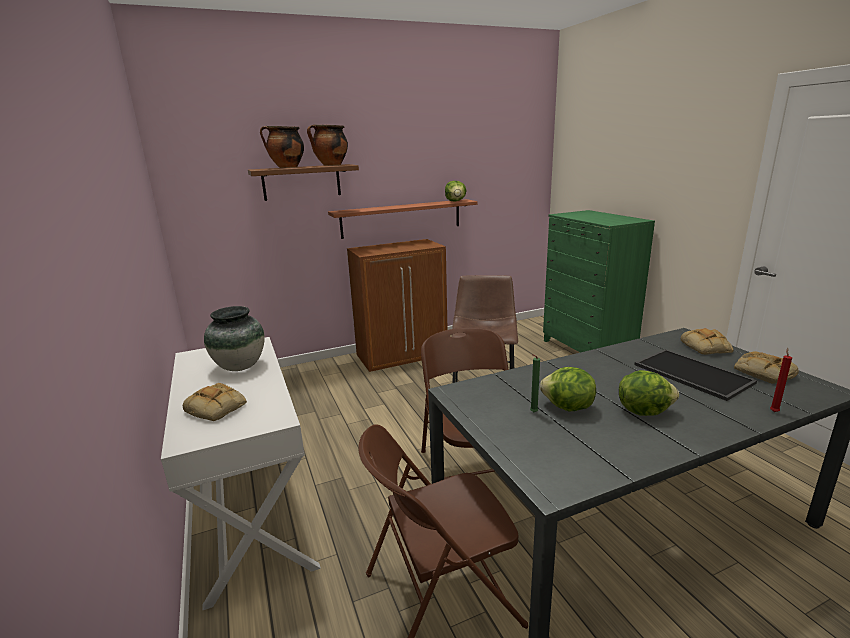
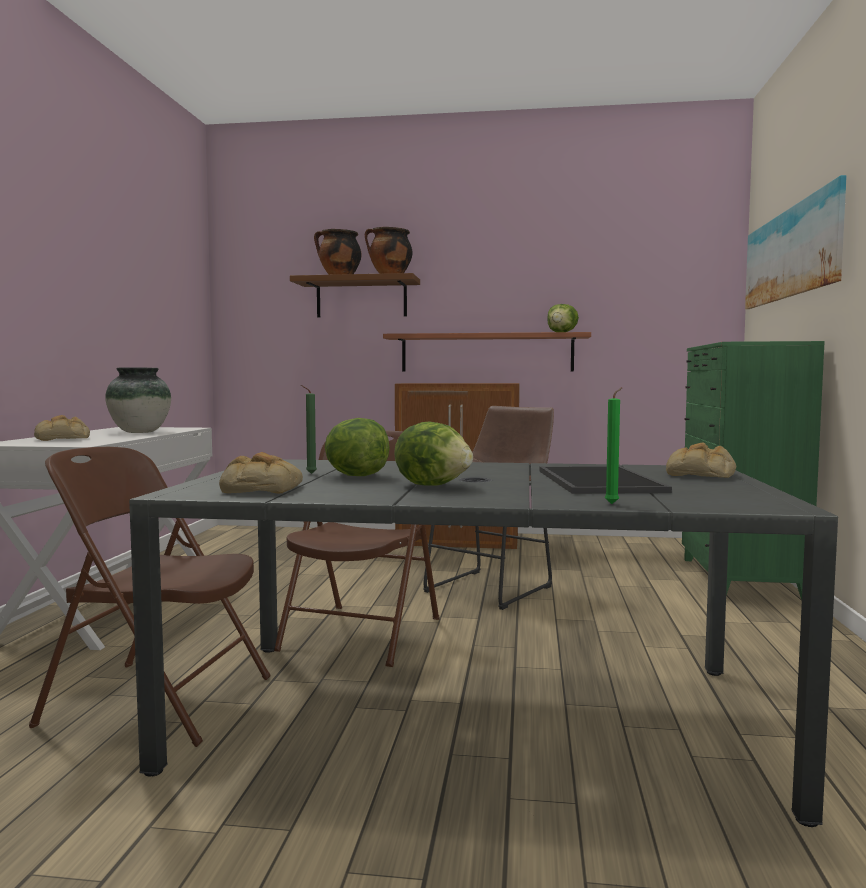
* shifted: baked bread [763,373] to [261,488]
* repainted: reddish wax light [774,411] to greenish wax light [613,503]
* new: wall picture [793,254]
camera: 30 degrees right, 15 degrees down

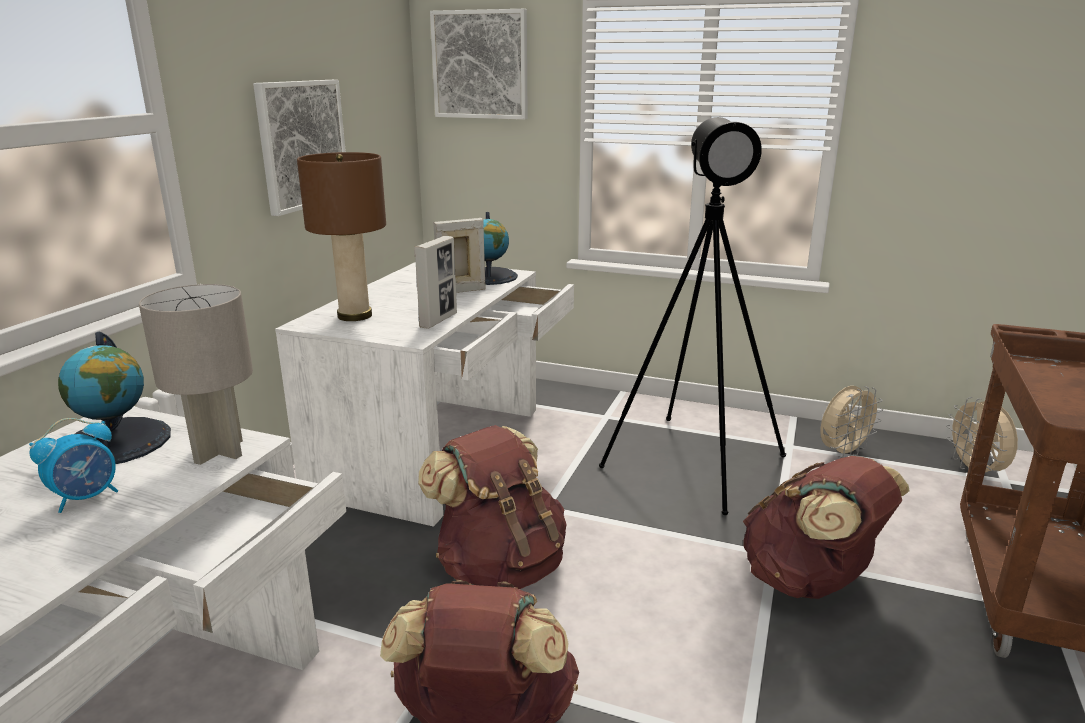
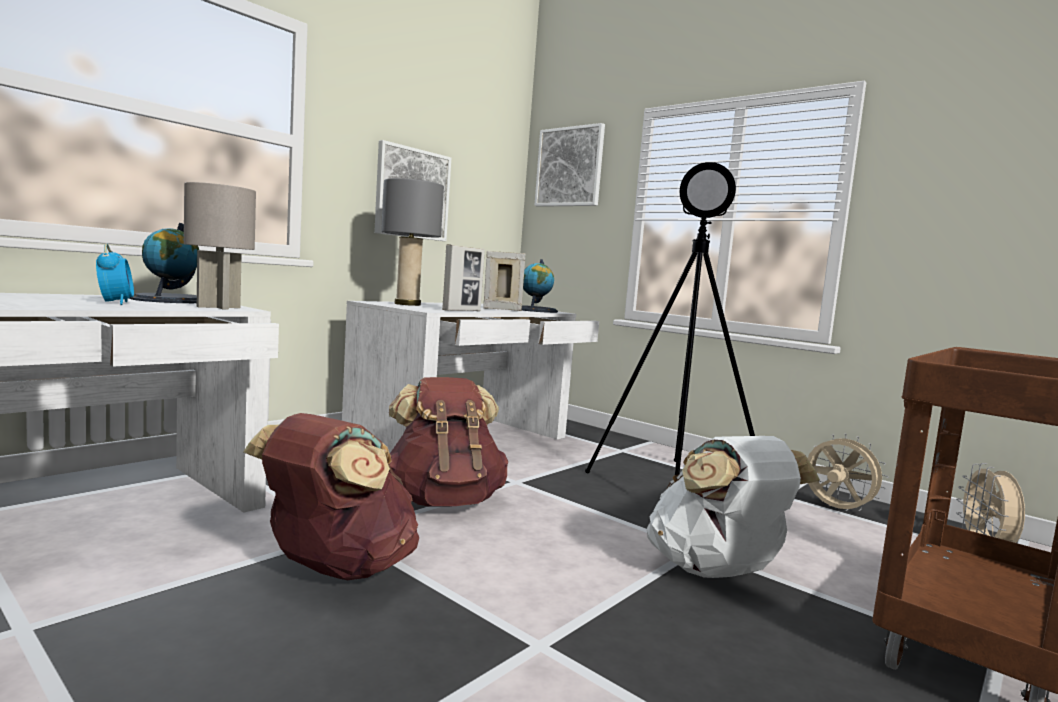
* rotated: bedside clock [87,497] = [115,303] 90 degrees counterclockwise
* repainted: brown-coloured table lamp [354,316] to greyish table lamp [407,304]
* repainted: brown-coloured backpack [809,582] to white backpack [716,571]
* rotated: sand-coloured electric fan [843,452] = [836,510] 120 degrees counterclockwise
camera: 20 degrees right, 15 degrees down

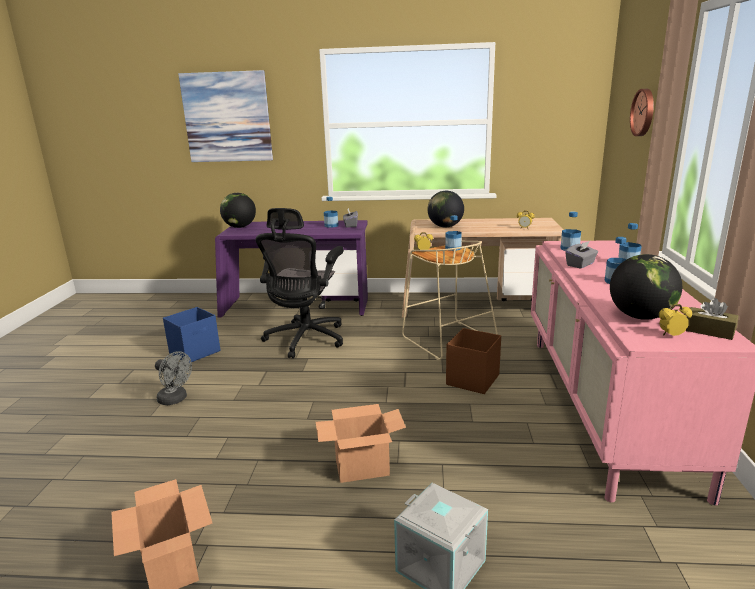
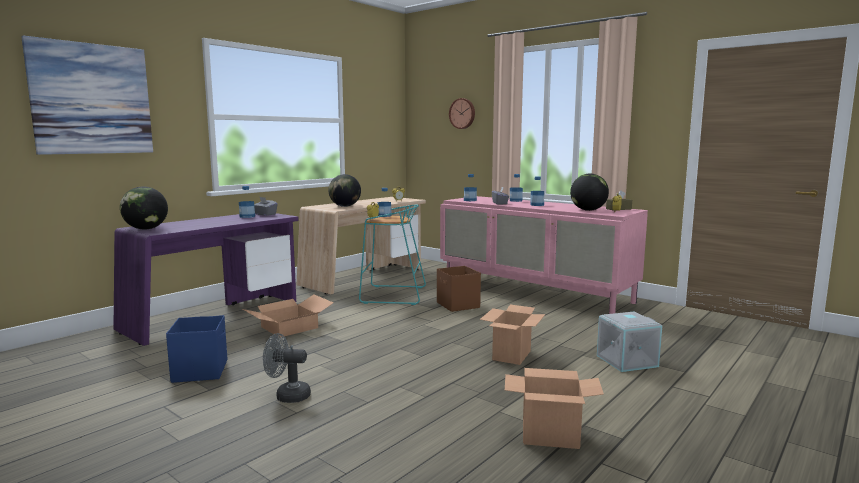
* swapped: computer chair [306,339] to carton [289,327]
* rotated: greyish electric fan [176,399] = [287,396] 150 degrees counterclockwise
* repainted: sand-coloured sitting stool [447,339] to turquoise-coloured sitting stool [392,295]
camera: 55 degrees left, 10 degrees down

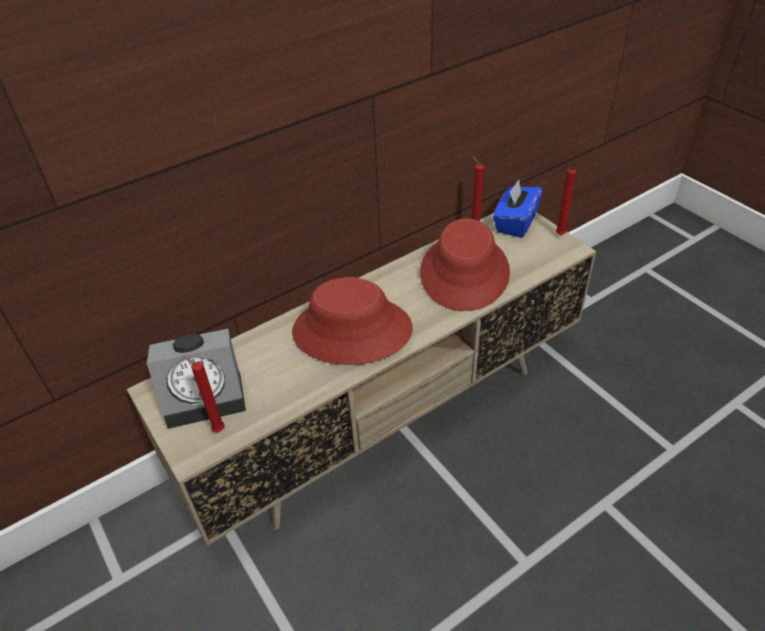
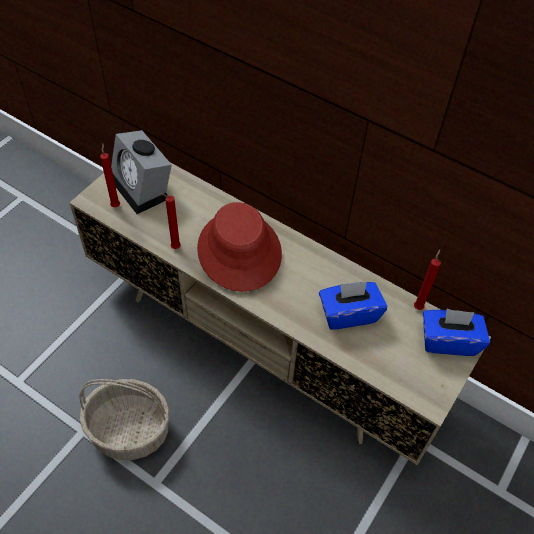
* new: storage basket [131,430]
* shifted: reddish wax light [559,236] to [174,247]
* swapped: reddish clothing hat [465,272] to blue tissue box [348,314]
camera: 65 degrees right, 10 degrees up

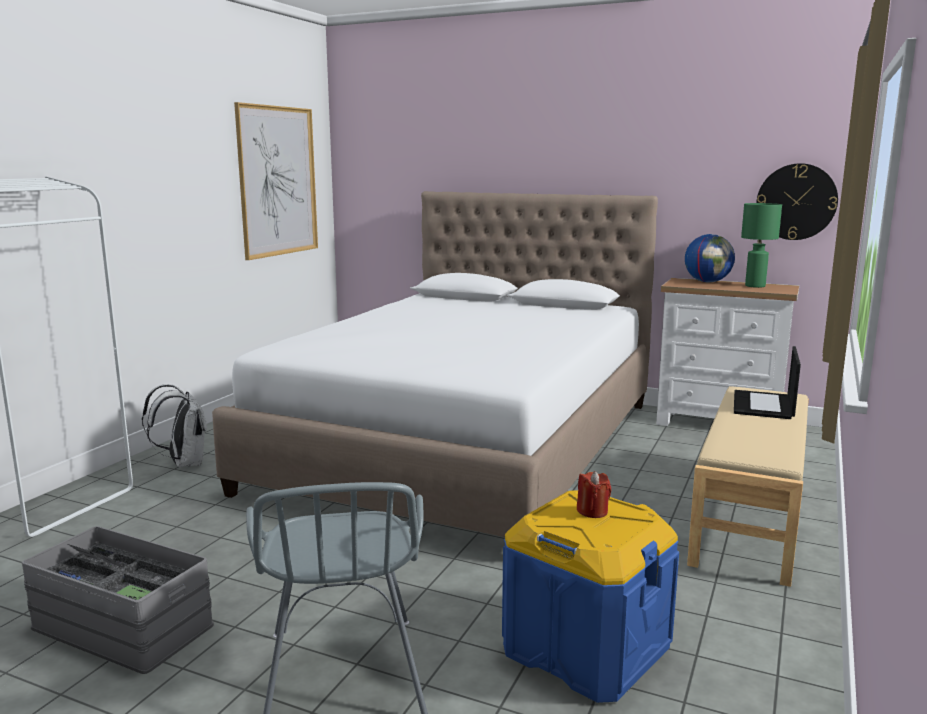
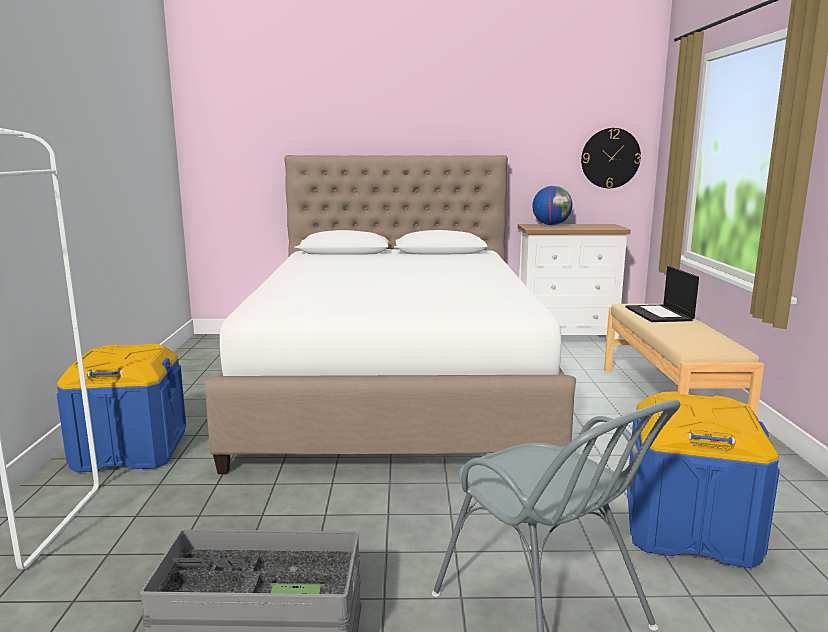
* swapped: white backpack [183,463] to blue storage bin [130,450]
* gone: wall picture [278,181]
* gone: reddish wax light [592,511]
* gone: greenish table lamp [755,286]
camera: 25 degrees left, 0 degrees up

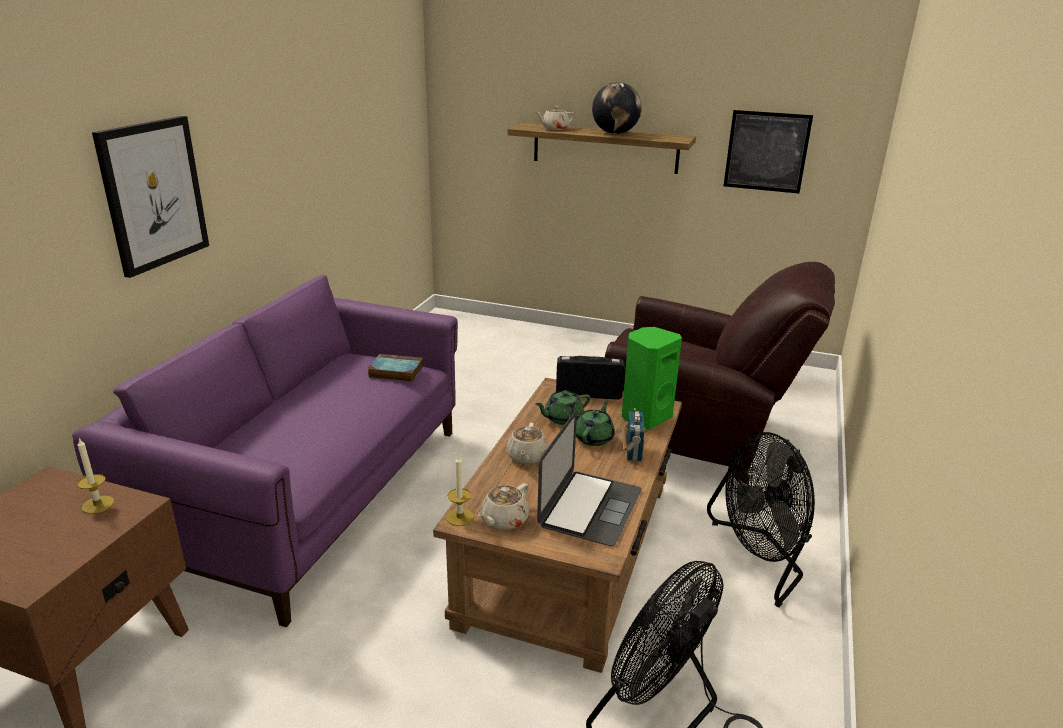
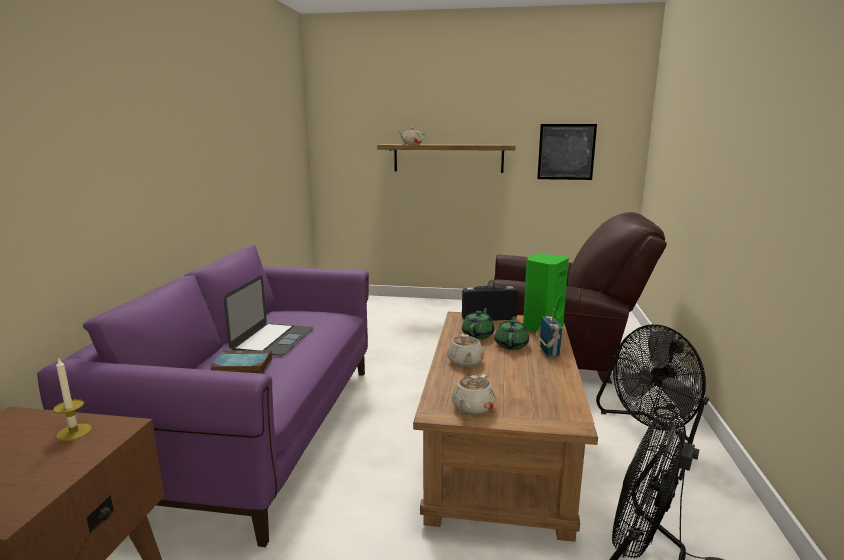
* shifted: bound book [394,372] to [240,368]
* shifted: notebook computer [590,507] to [273,339]
* rotated: greenish teapot [562,418] = [478,335] 150 degrees clockwise
* gone: wall picture [153,194]
* gone: wax light [460,517]
* gone: globe [615,133]
camera: 10 degrees left, 10 degrees down

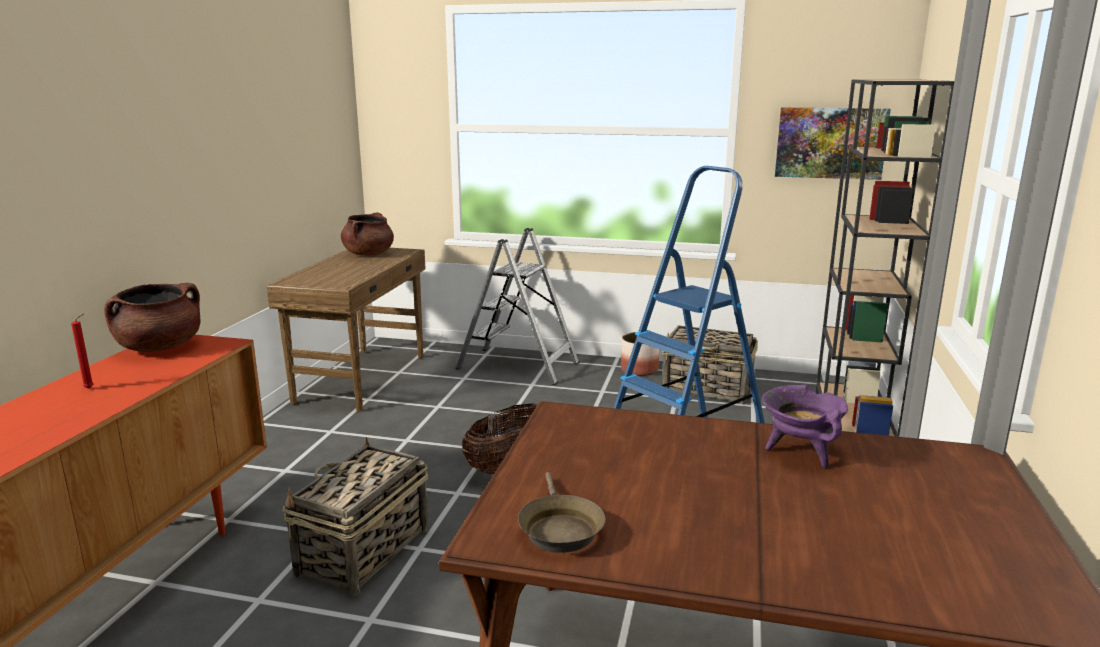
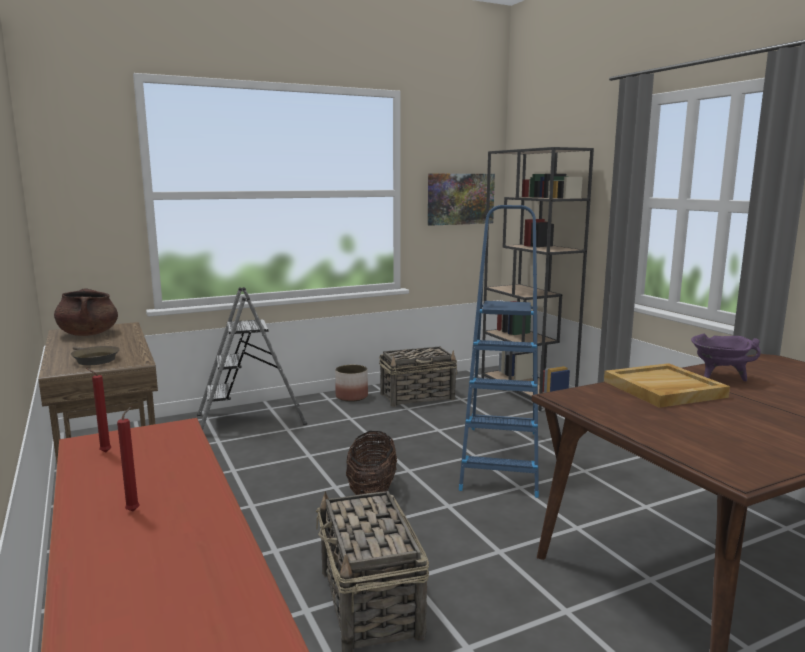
* shifted: brown-coloured frying pan [559,528] to [94,360]
* swapped: brown-coloured cooking pot [160,347] to reddish wax light [103,452]
* new: sand-coloured tray [663,389]
camera: 40 degrees left, 5 degrees down

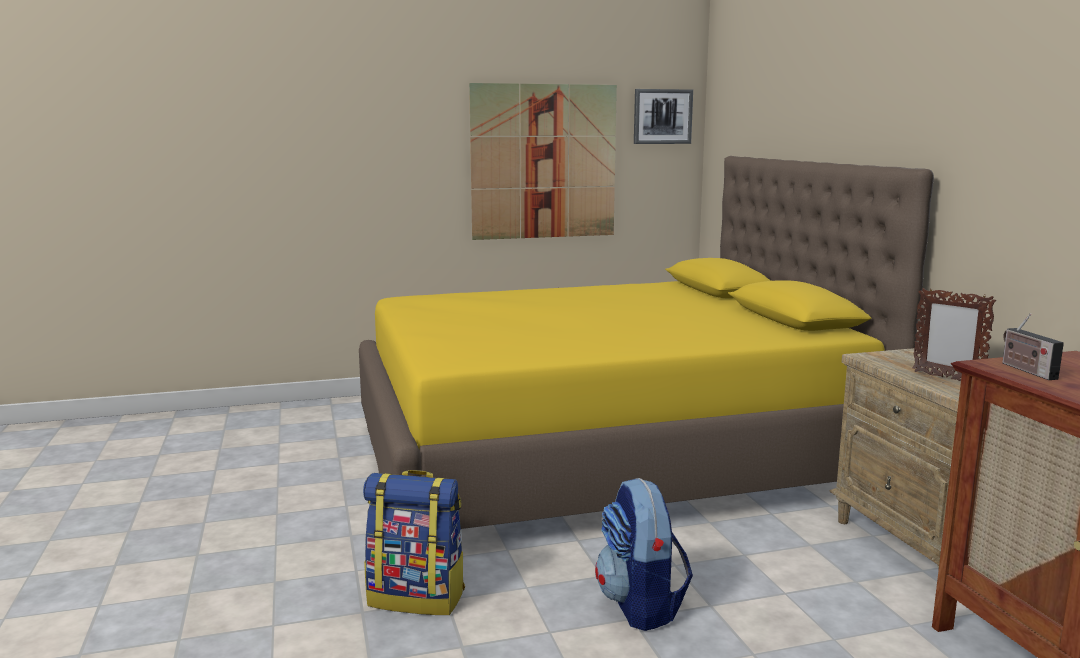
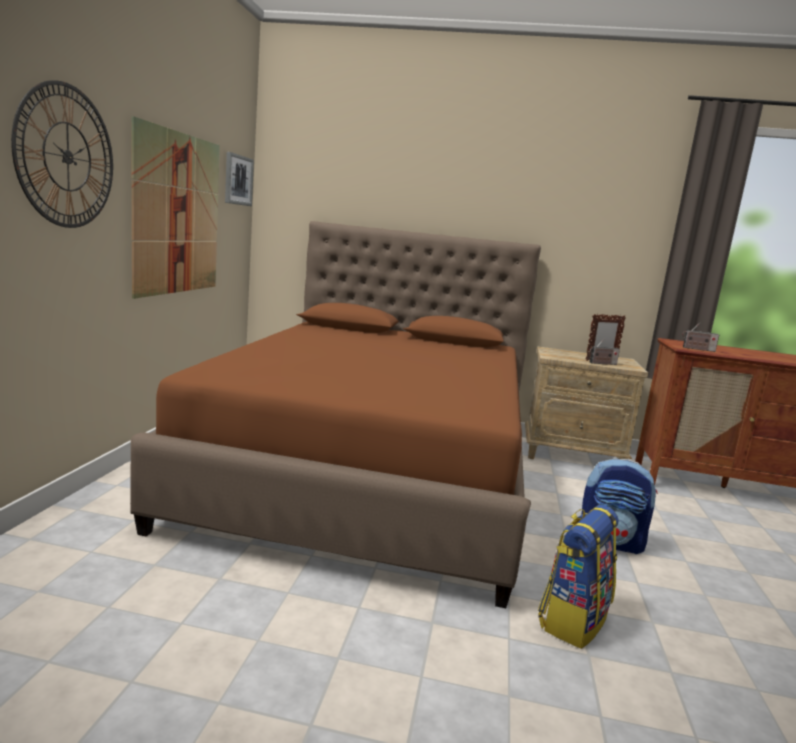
* new: hanging clock [67,157]
* repainted: yellow sleeping bed [604,455] to brown-coloured sleeping bed [371,472]
* new: radio receiver [601,363]
camera: 65 degrees left, 0 degrees up

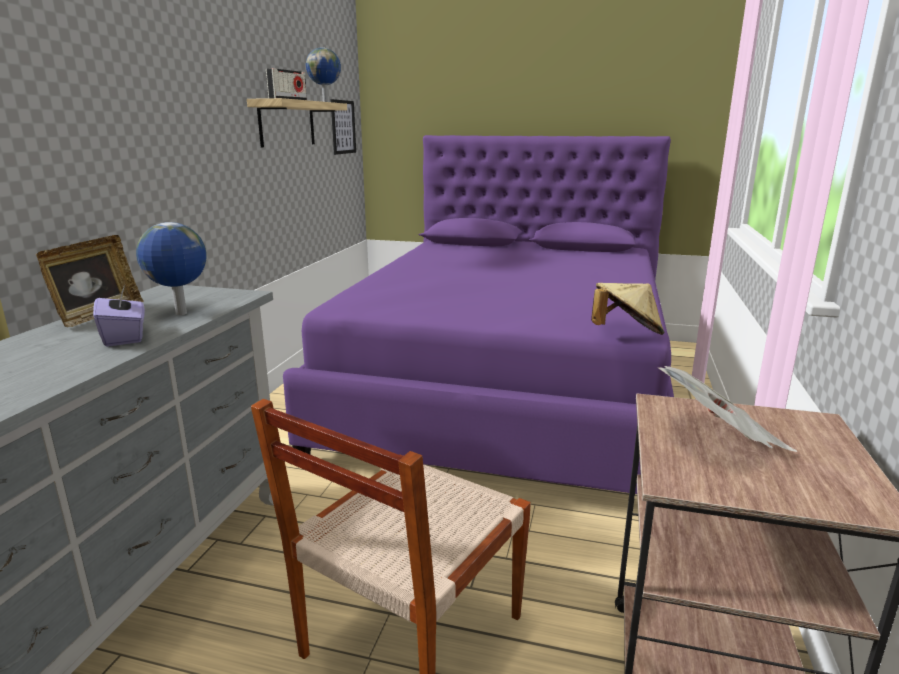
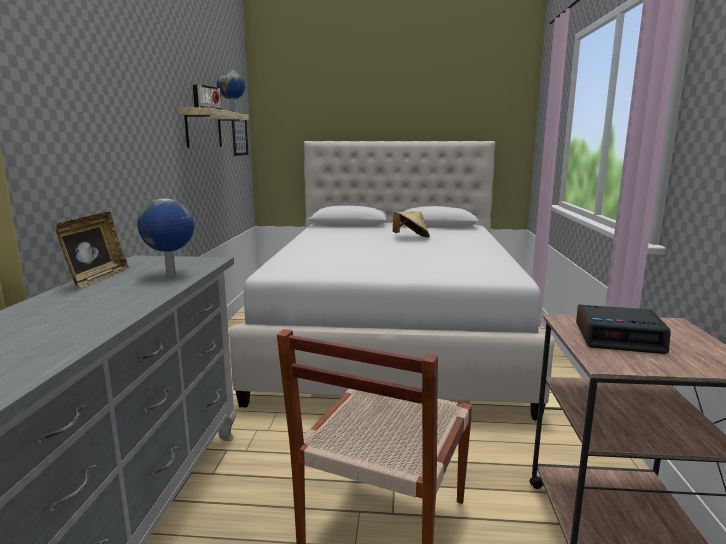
* repainted: purple sleeping bed [508,388] to white sleeping bed [392,337]
* shifted: sand-coloured clothing hat [626,333] to [411,238]
* swapped: printed paper [720,439] to bedside clock [619,337]
* gone: purple tissue box [125,337]
camera: 10 degrees left, 5 degrees down

